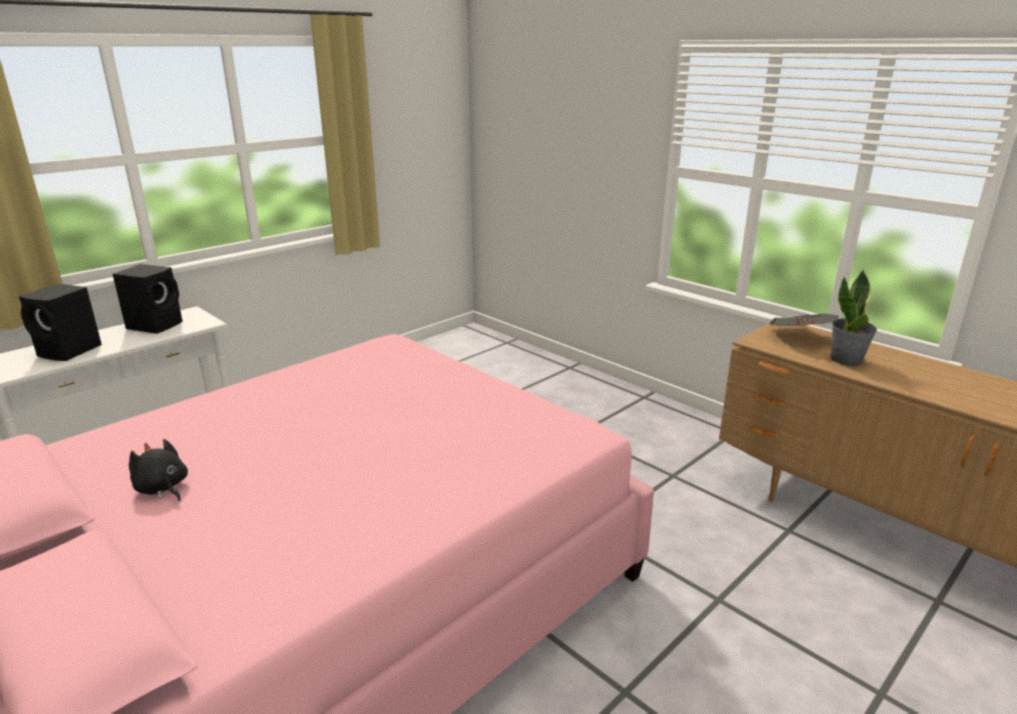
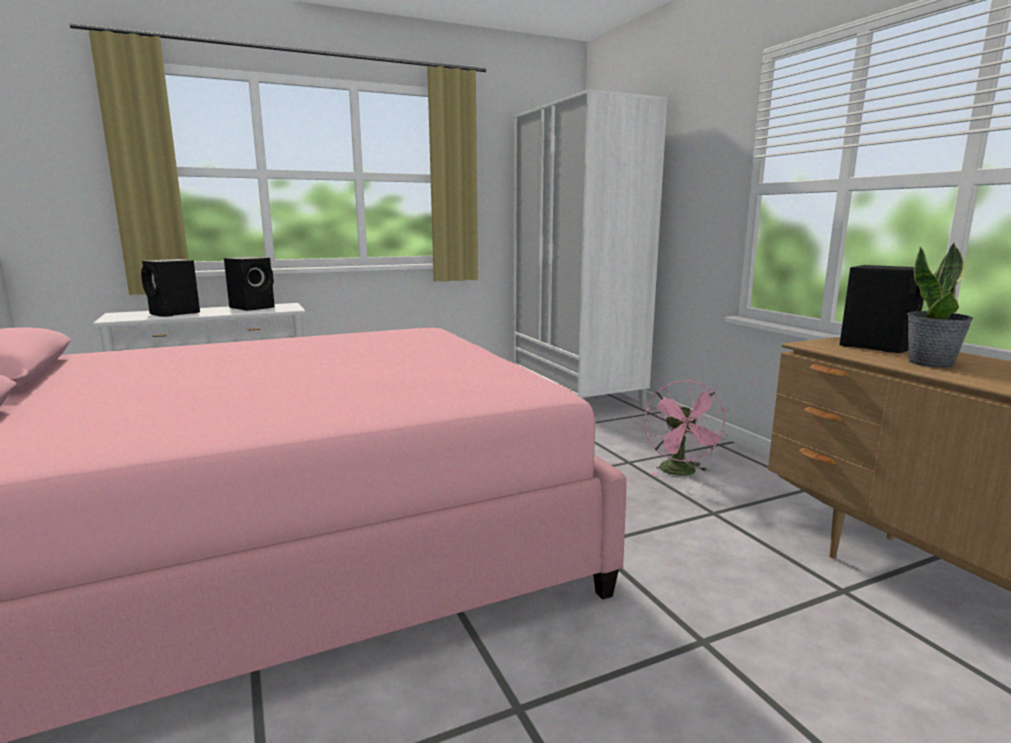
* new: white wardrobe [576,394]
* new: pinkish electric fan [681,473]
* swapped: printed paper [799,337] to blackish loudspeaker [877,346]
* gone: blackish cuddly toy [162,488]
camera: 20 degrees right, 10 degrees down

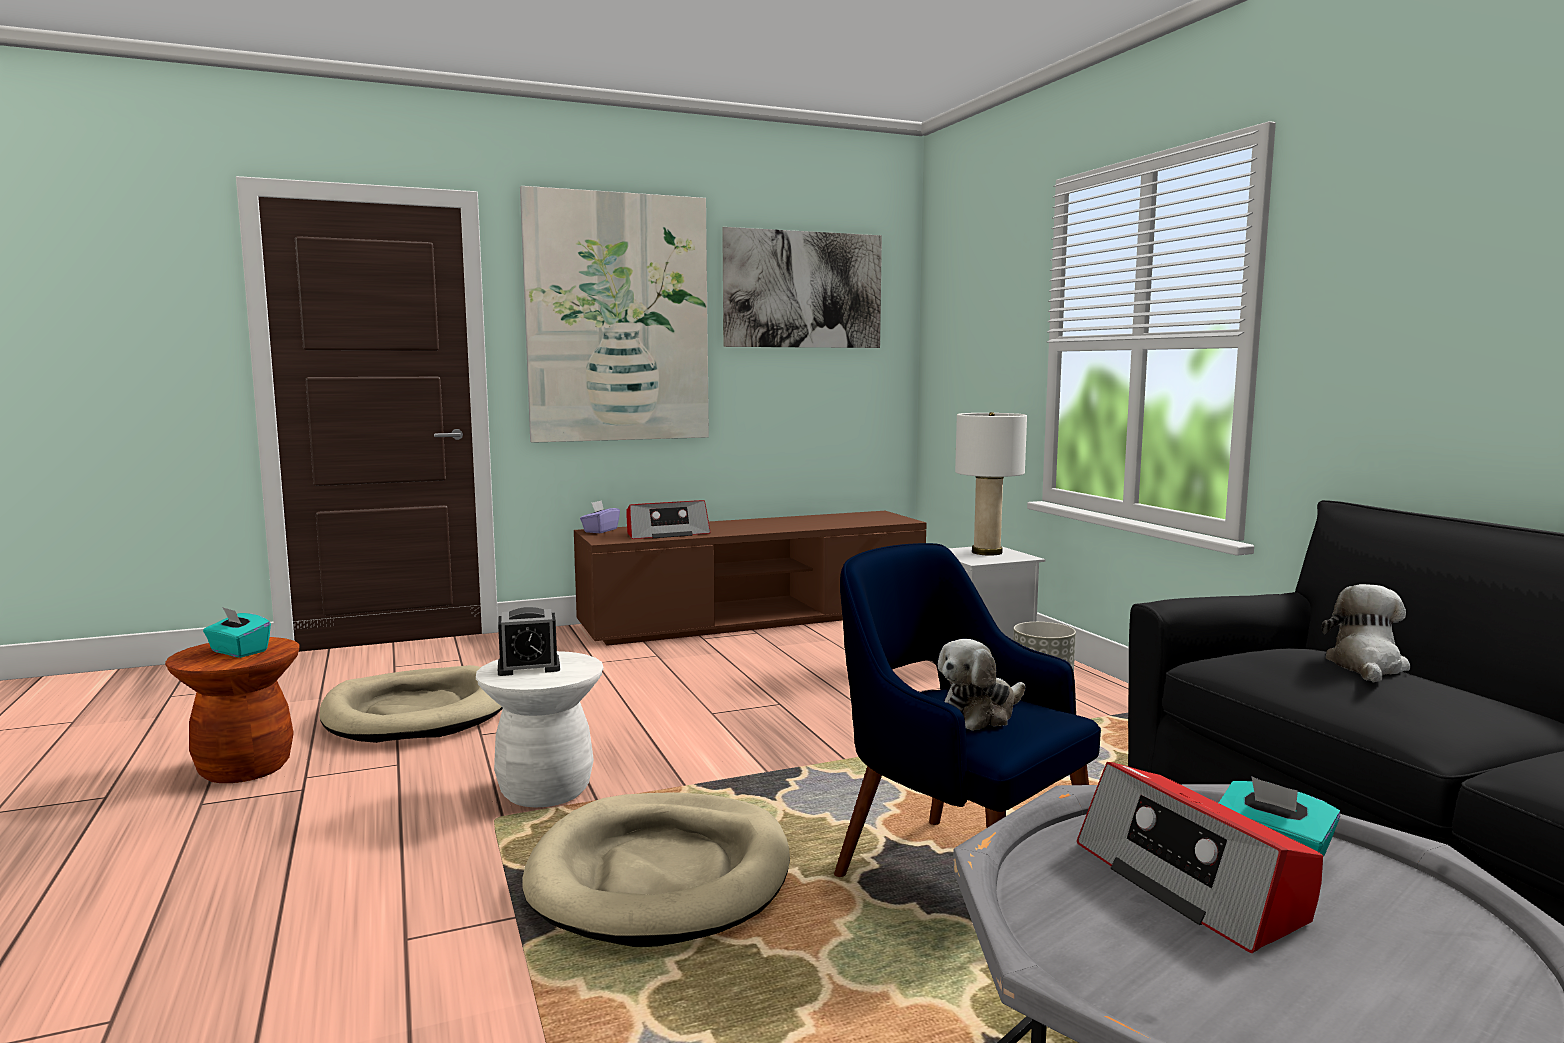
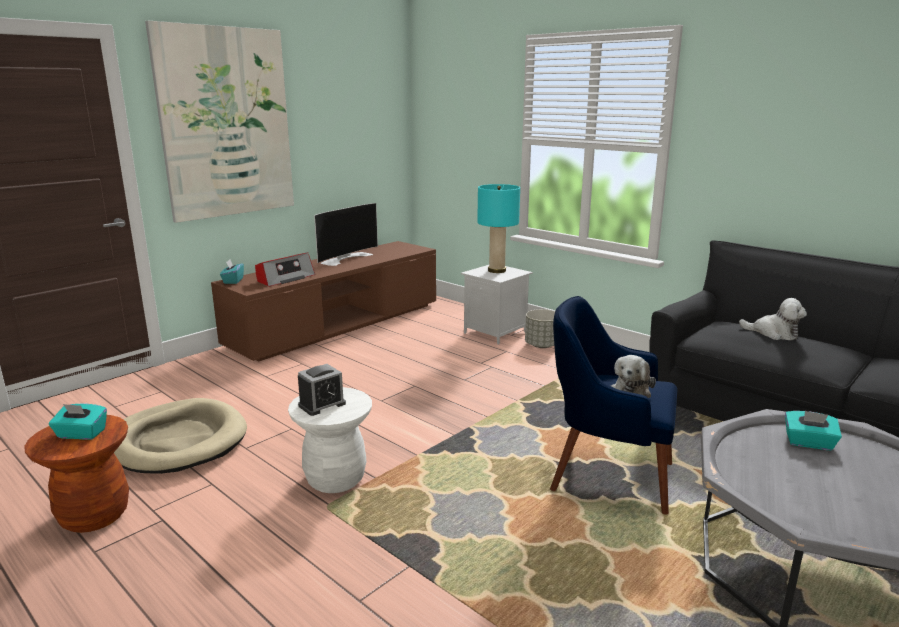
* repainted: purple tissue box [600,530] to turquoise-coloured tissue box [233,281]
* new: TV set [345,258]
* repainted: white table lamp [987,552] to turquoise-coloured table lamp [497,270]
* rotated: cuddly toy [1366,666] = [773,333] 120 degrees clockwise
* gone: sand-coloured pet bed [661,875]
* gone: wall picture [803,290]
* gone: radio receiver [1192,883]
camera: 25 degrees left, 10 degrees up

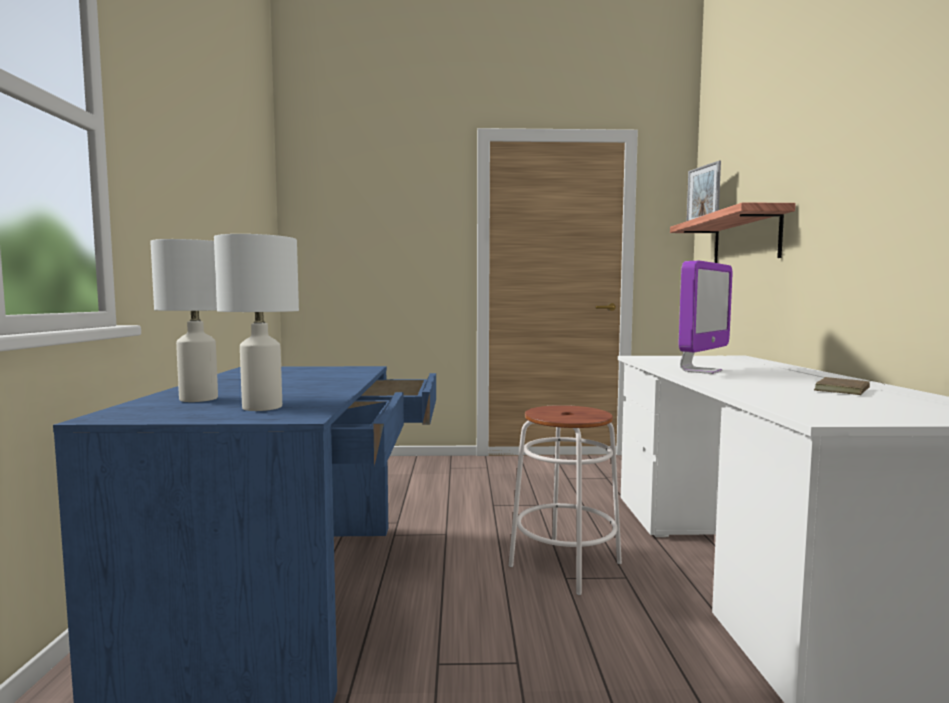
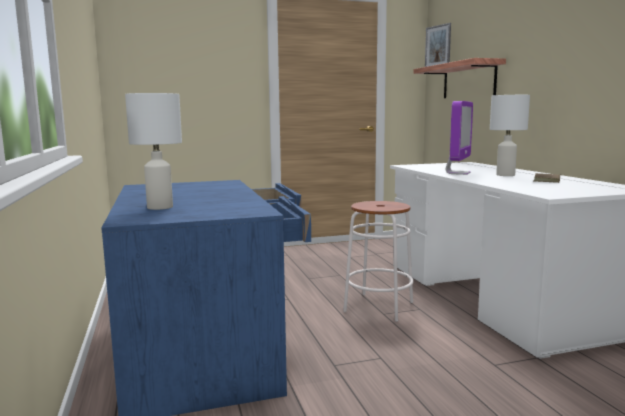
* shifted: white table lamp [263,407] to [505,175]
camera: 15 degrees left, 5 degrees up

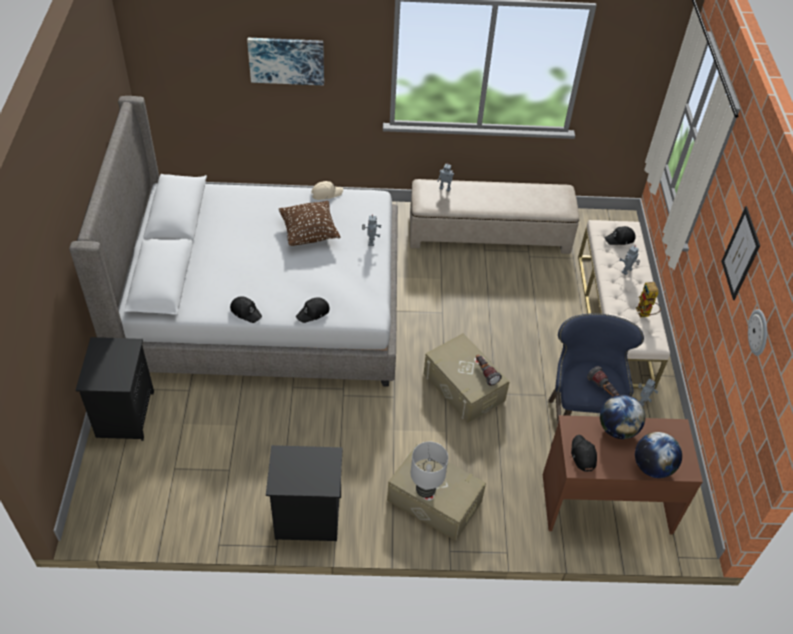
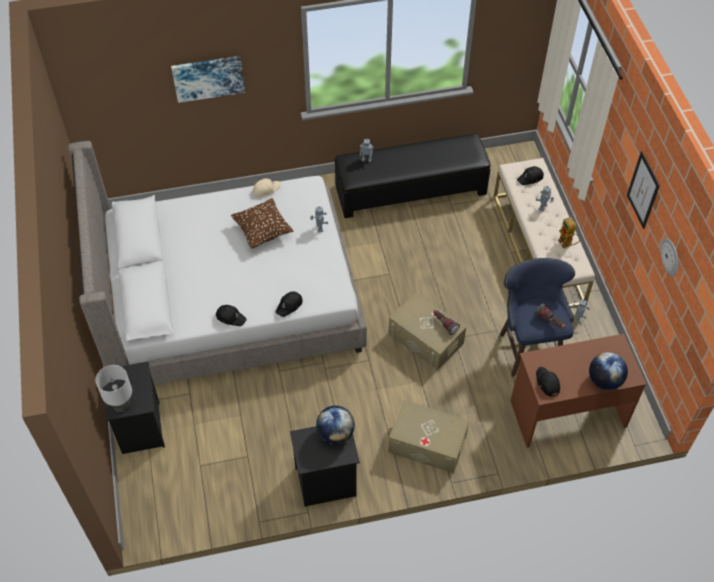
* shifted: greyish table lamp [426,489] to [121,405]
* shifted: globe [617,429] to [335,434]
* repainted: sand-coloured bench [489,233] to blackish bench [411,189]
camera: 10 degrees left, 5 degrees up

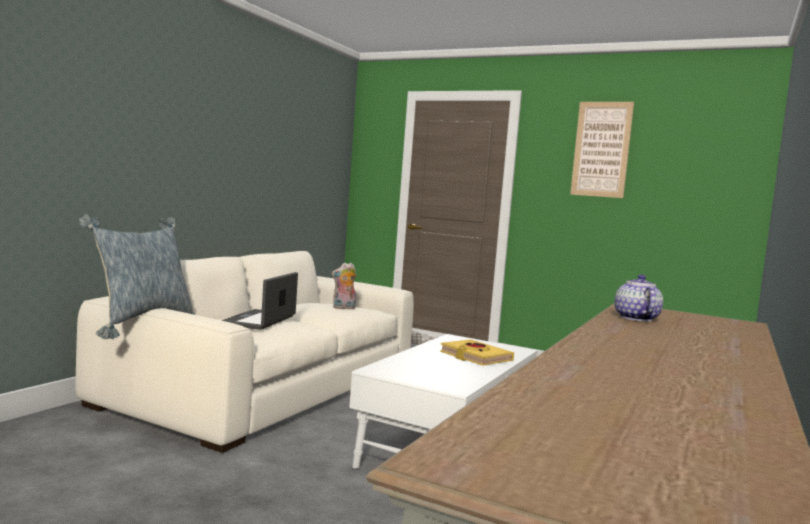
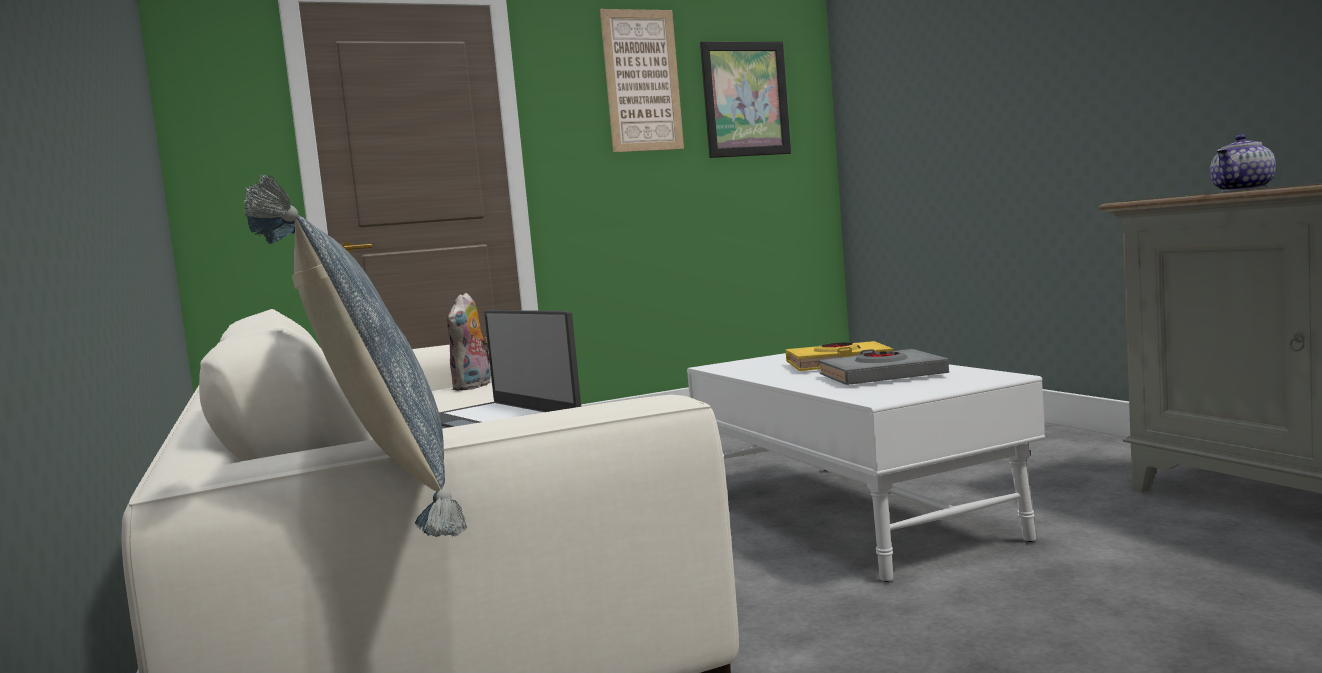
* new: wall picture [745,99]
* new: greyish bound book [882,376]
* rotated: teapot [635,318] = [1243,189] 75 degrees counterclockwise
camera: 50 degrees left, 0 degrees up

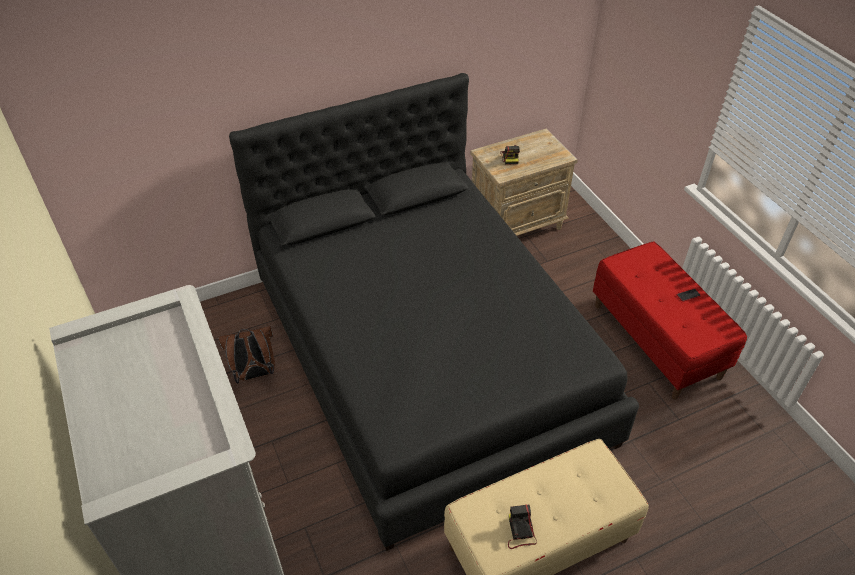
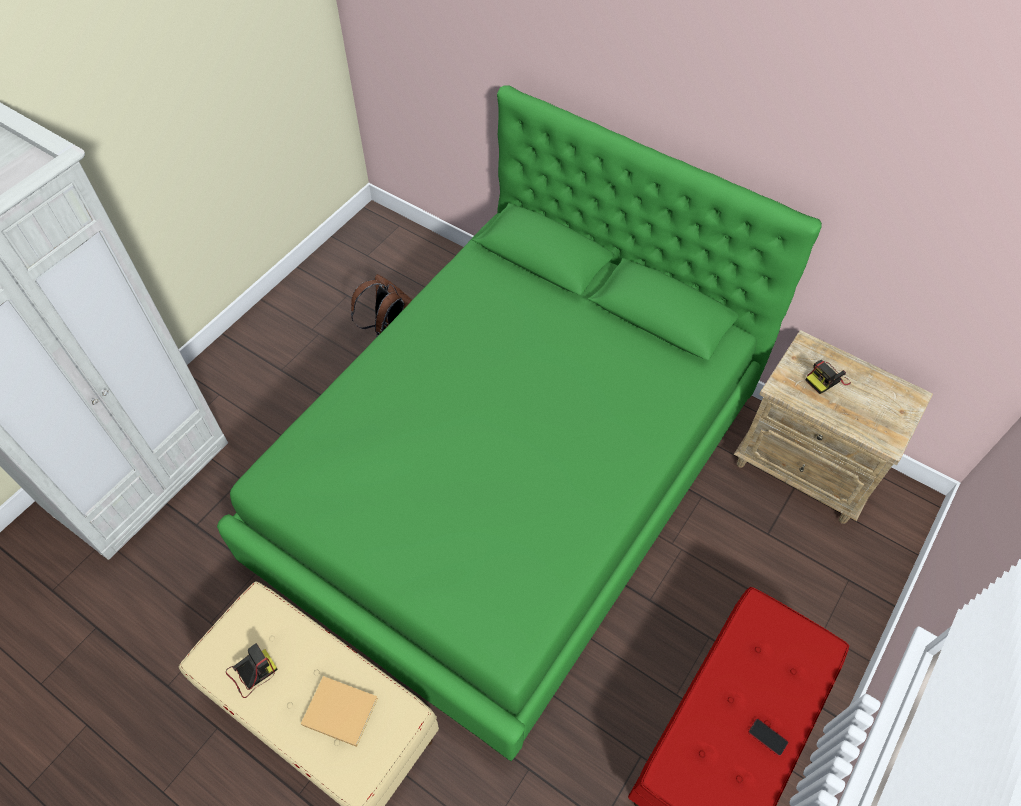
* repainted: blackish sleeping bed [427,358] to greenish sleeping bed [512,477]
* new: sand-coloured bound book [338,711]
camera: 60 degrees right, 10 degrees up

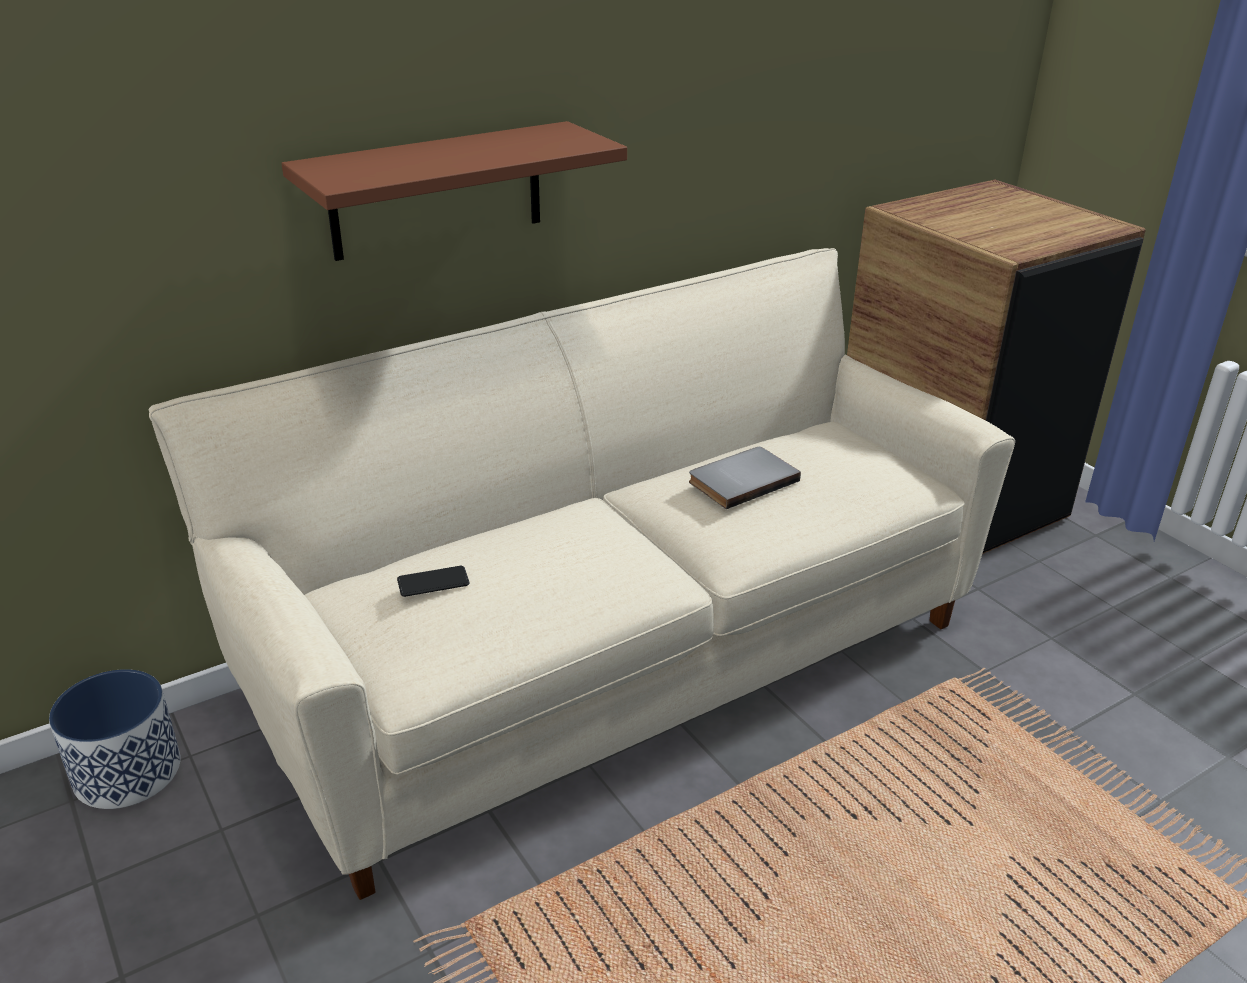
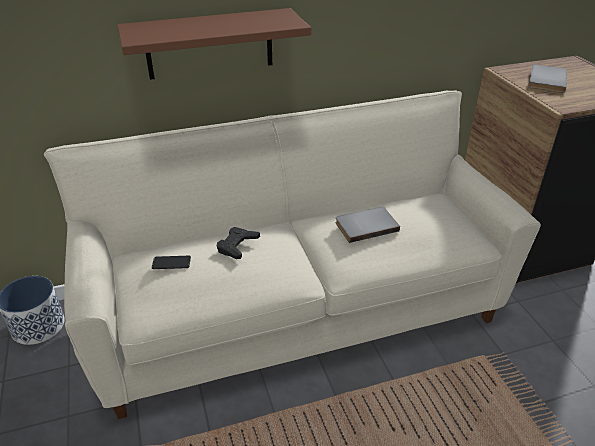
* new: blackish game controller [237,246]
* new: greyish bound book [545,80]
camera: 15 degrees right, 5 degrees up

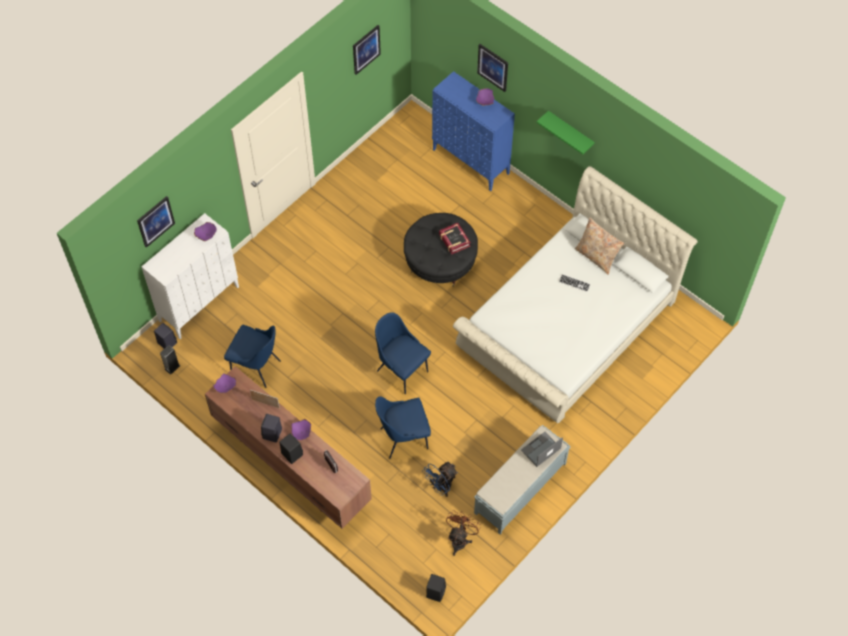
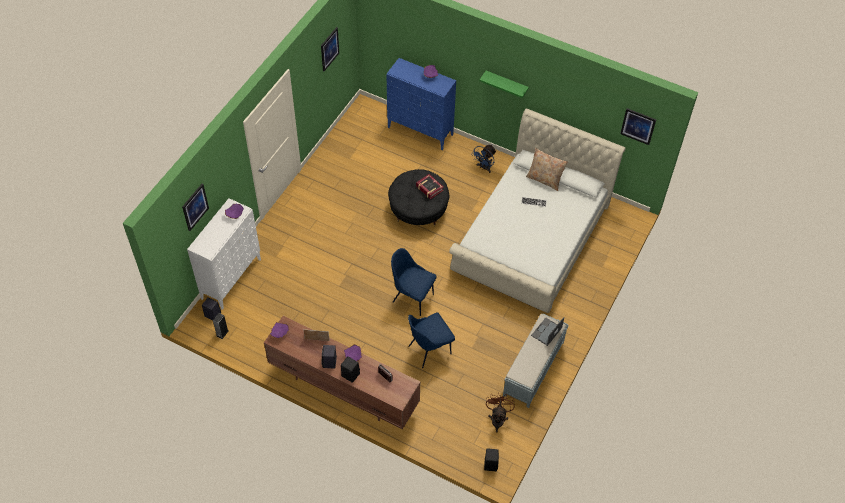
* shifted: blue electric fan [441,487] to [484,168]
* shifted: wall picture [493,67] to [638,126]
* gone: blue plain chair [256,367]
camera: 15 degrees left, 5 degrees down

